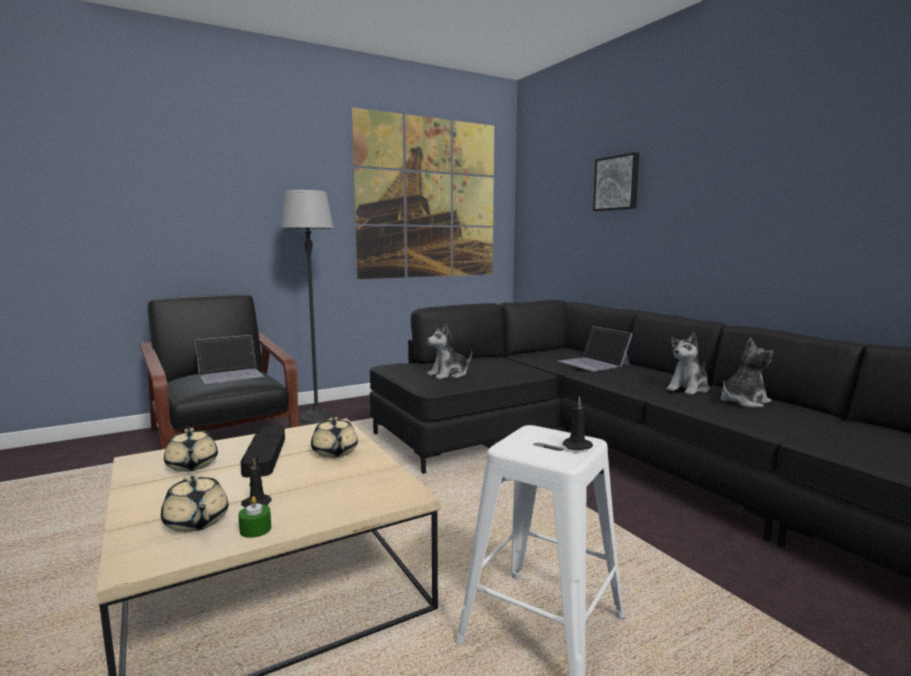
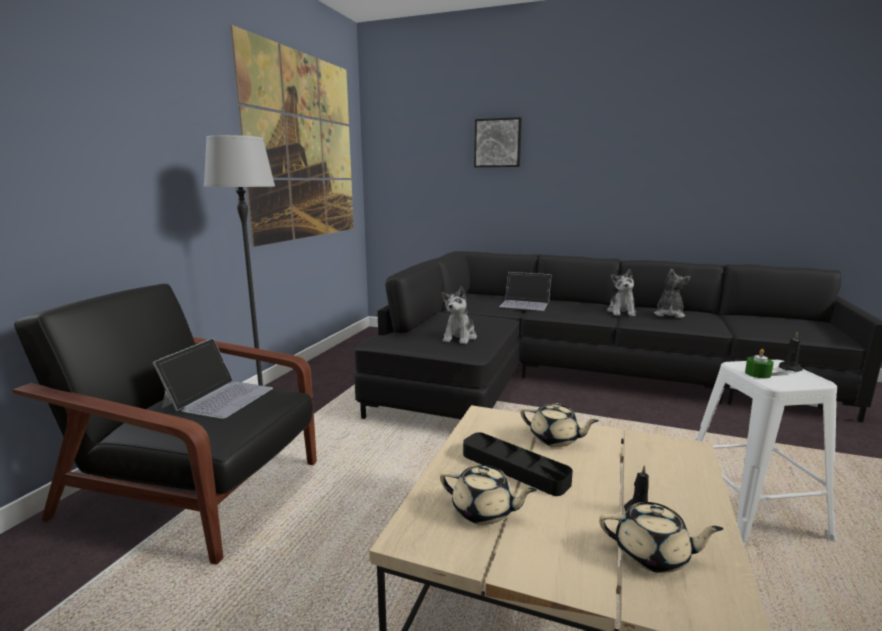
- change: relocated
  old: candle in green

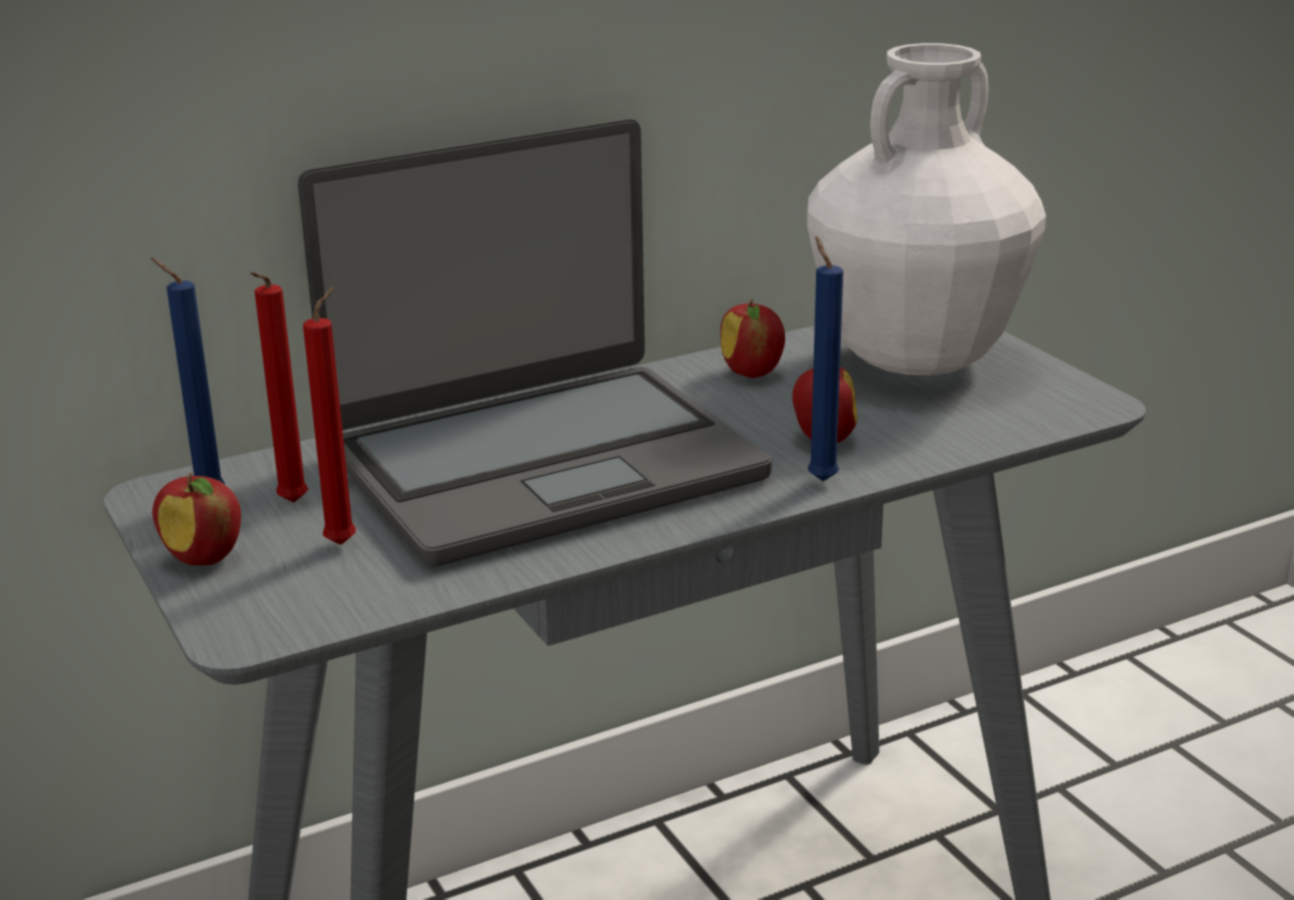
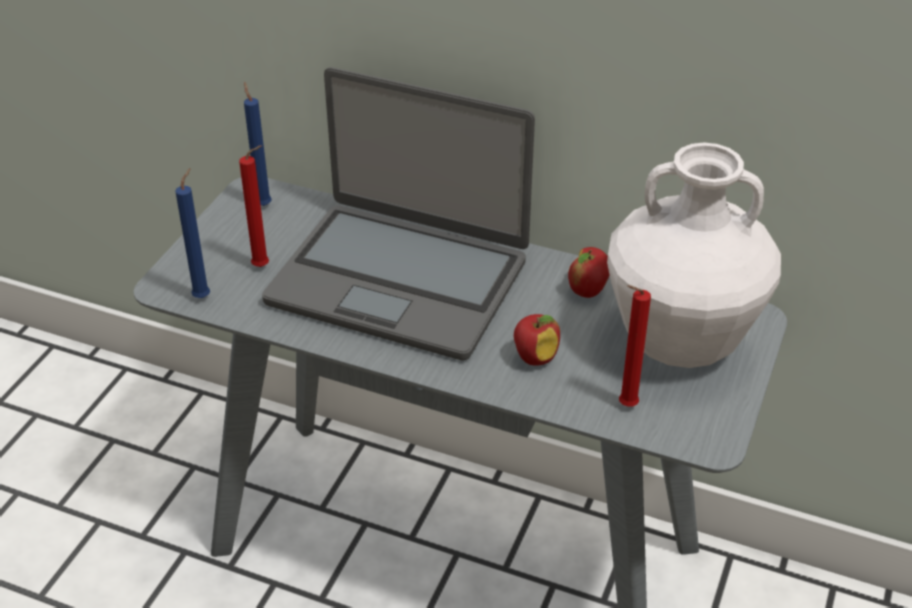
- change: relocated
  old: candle in blue (no. 2 from left in the first image)
  new: candle in blue (no. 1 from left)
- change: relocated
  old: candle in red (no. 1 from left in the first image)
  new: candle in red (no. 2 from left)
- change: missing
  old: apple (no. 1 from left)

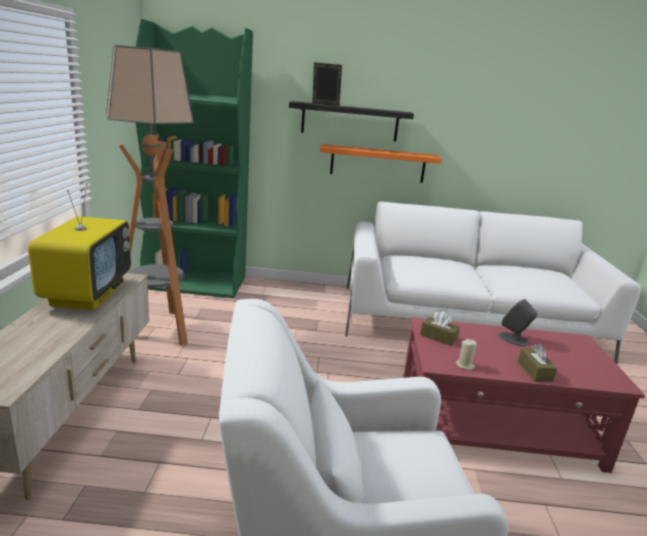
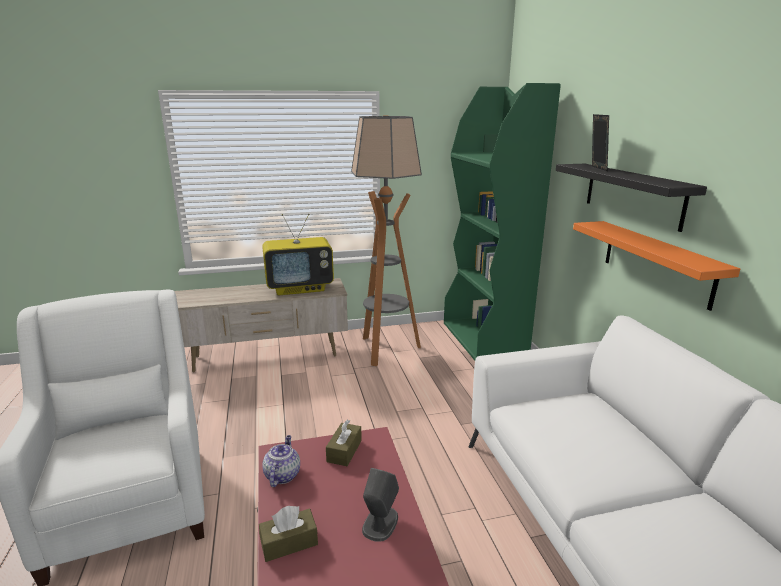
- change: exchanged
  old: candle in beige
  new: teapot

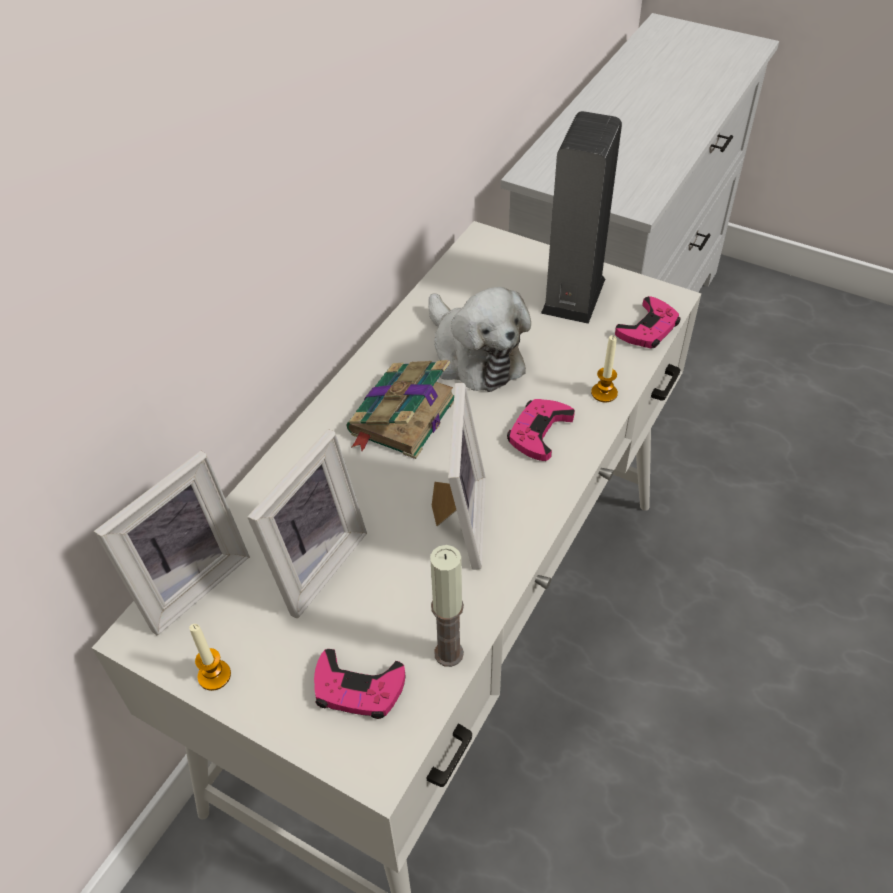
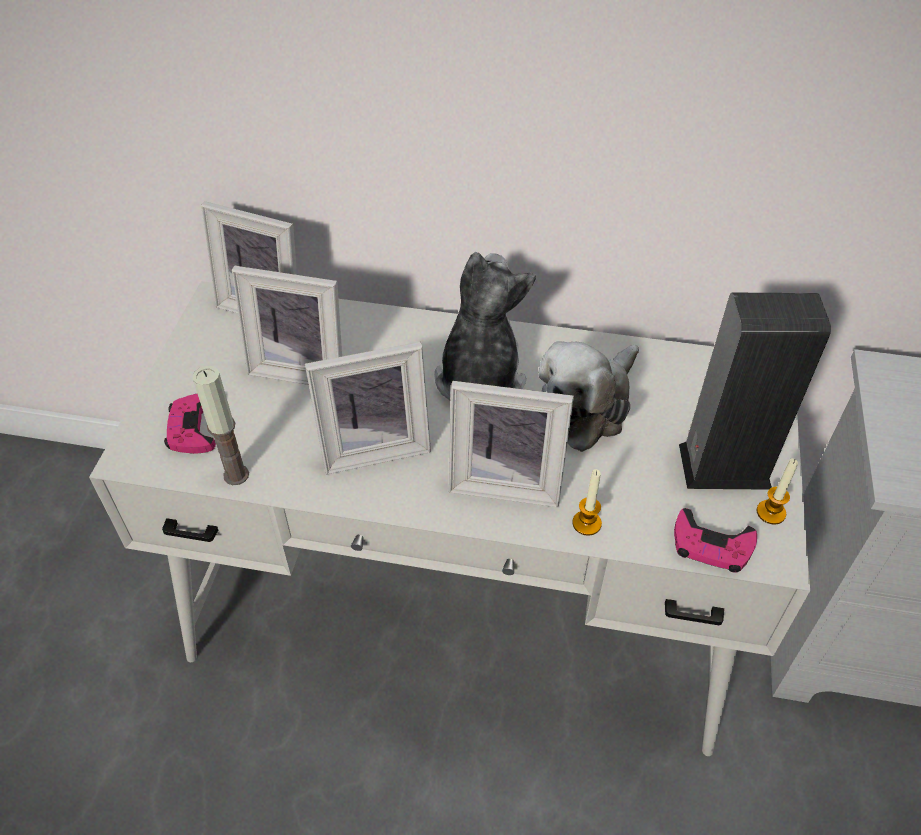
- change: exchanged
  old: book
  new: plush toy (no. 1 from left)
- change: exchanged
  old: game controller in pink (no. 2 from left)
  new: picture frame (no. 4 from left)
- change: relocated
  old: candle (no. 1 from left in the first image)
  new: candle (no. 3 from left)

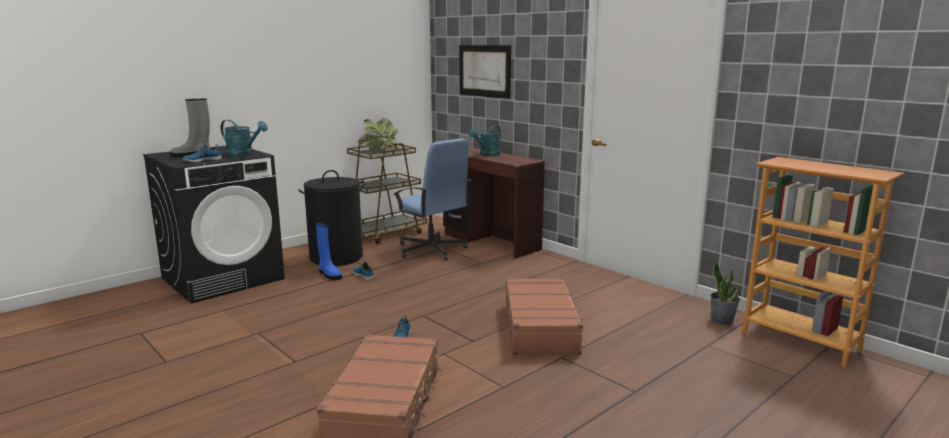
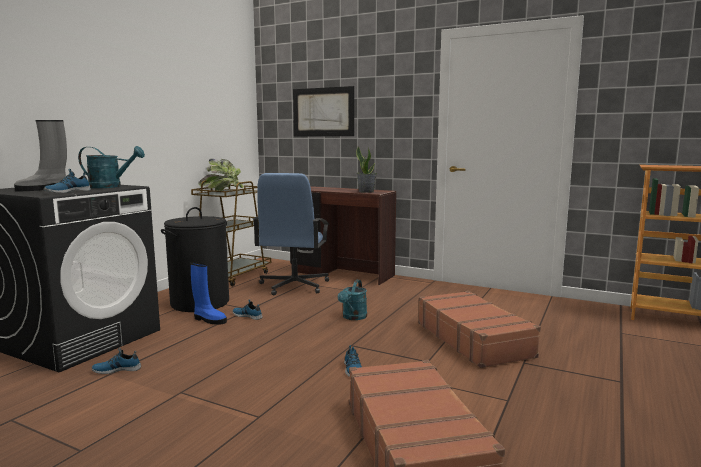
- change: appeared
  new: shoe (no. 2 from left)
- change: spun
  old: office chair in blue
  degrees: 75
- change: relocated
  old: watering can in turquoise (no. 2 from left)
- change: relocated
  old: potted plant (no. 2 from left)

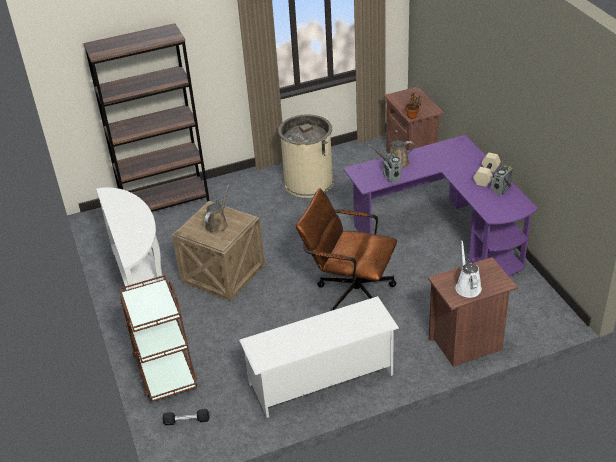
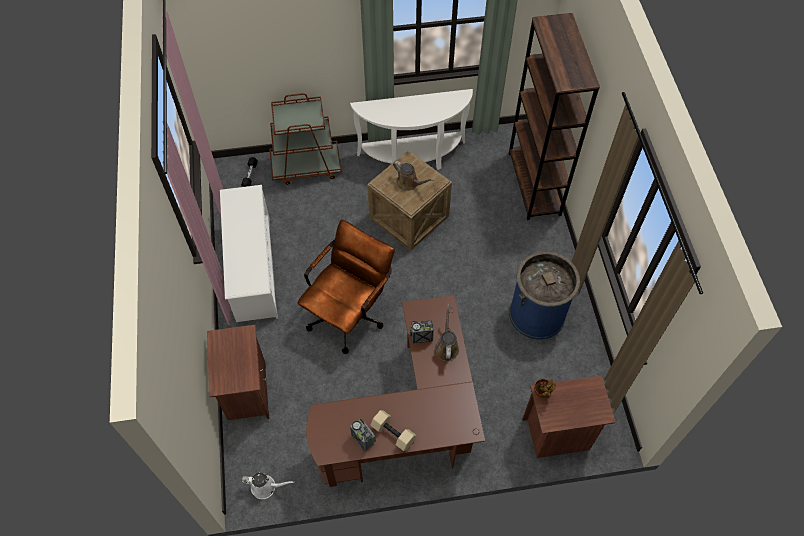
- change: relocated
  old: watering can in white
- change: colour
  old: desk in purple
  new: desk in brown
- change: colour
  old: trash can in beige
  new: trash can in blue

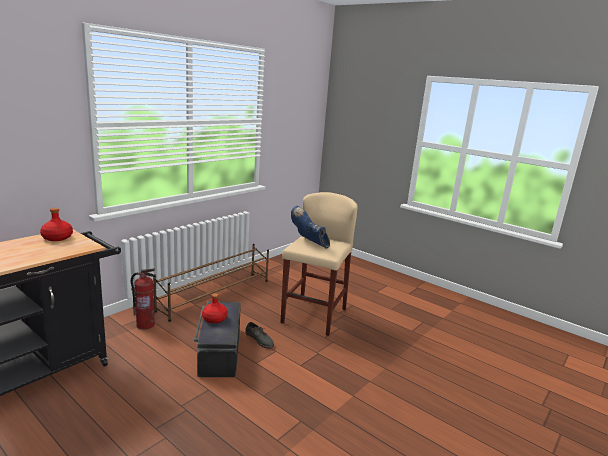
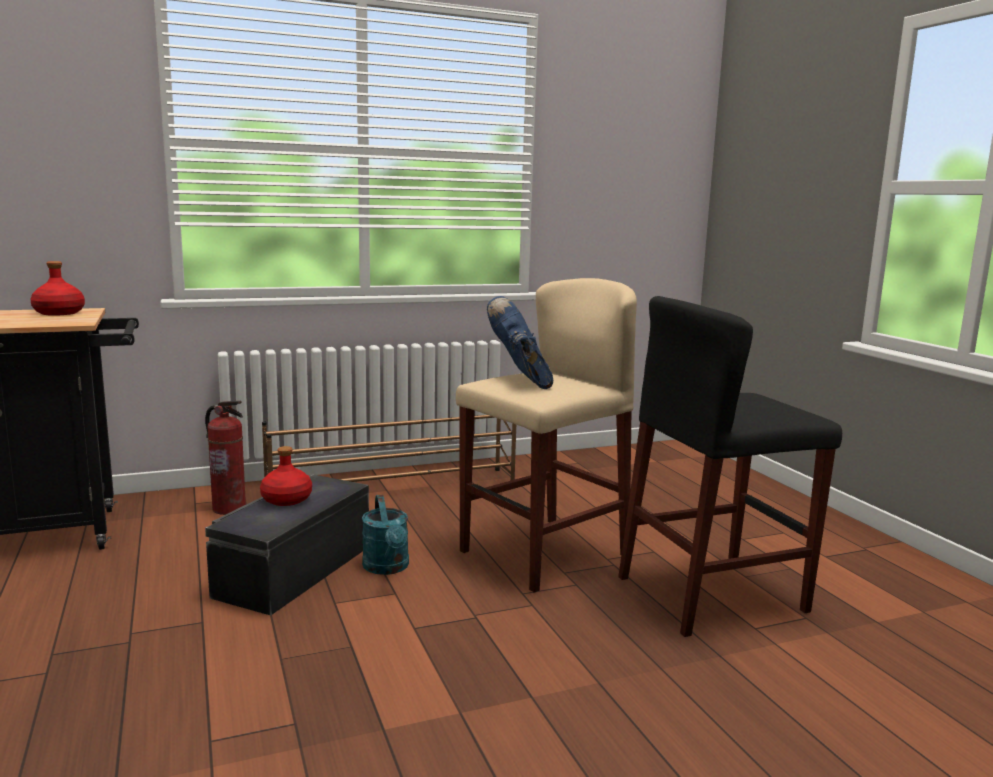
- change: exchanged
  old: shoe in grey
  new: watering can in turquoise
- change: appeared
  new: stool in black

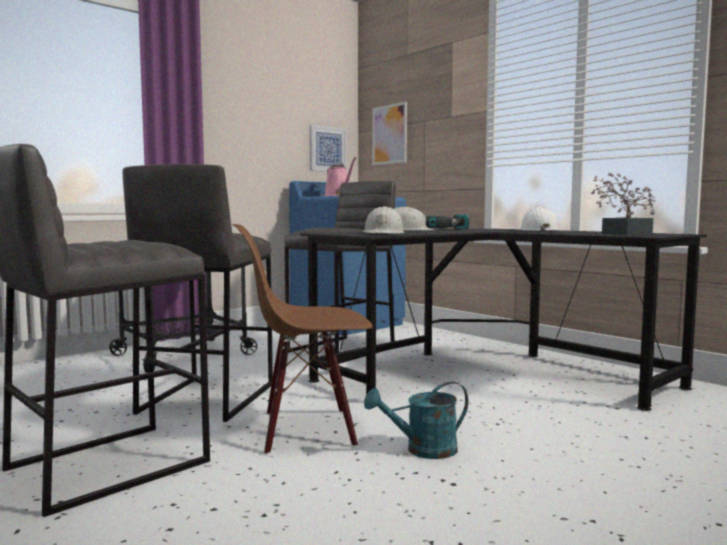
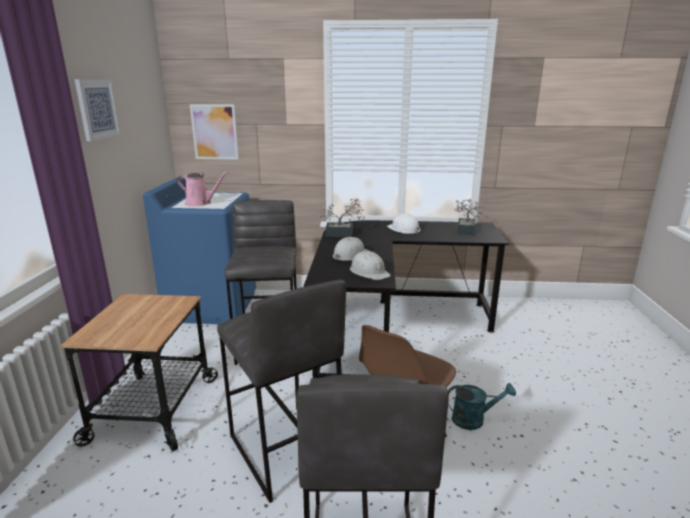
- change: relocated
  old: picture (no. 1 from left)
- change: exchanged
  old: power drill
  new: potted plant (no. 1 from left)
- change: spun
  old: watering can in turquoise
  degrees: -120

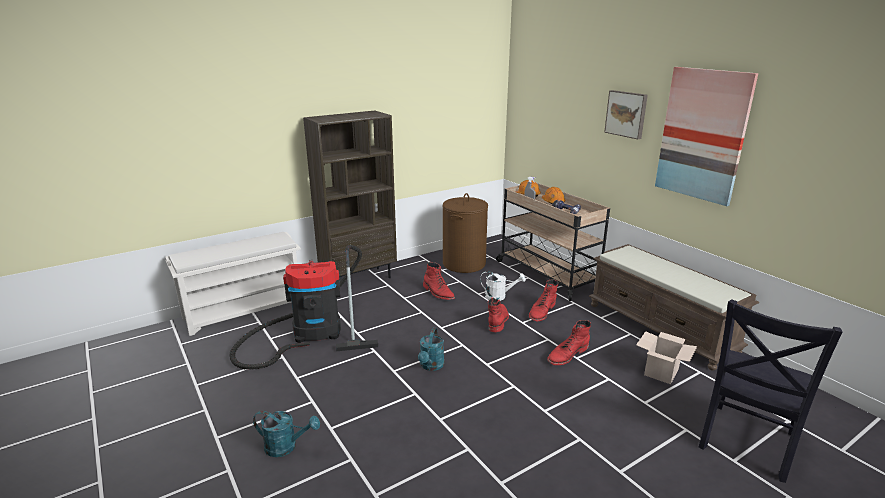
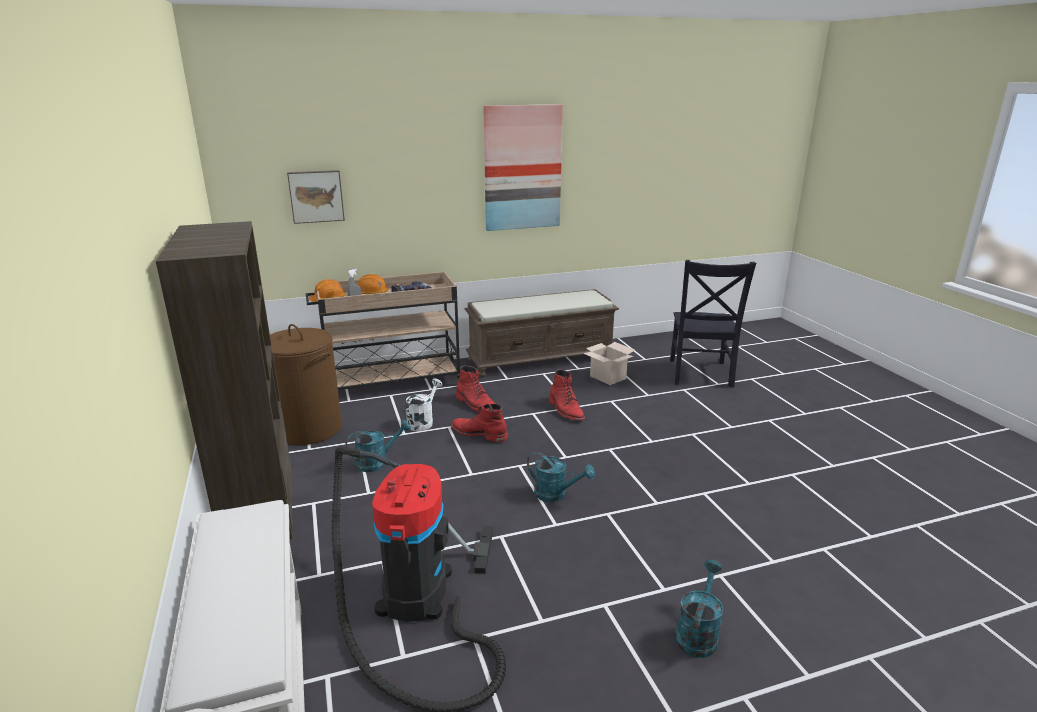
- change: relocated
  old: picture (no. 1 from left)
- change: exchanged
  old: boot in red (no. 1 from left)
  new: watering can in turquoise (no. 1 from left)
- change: spun
  old: chair in black
  degrees: 45

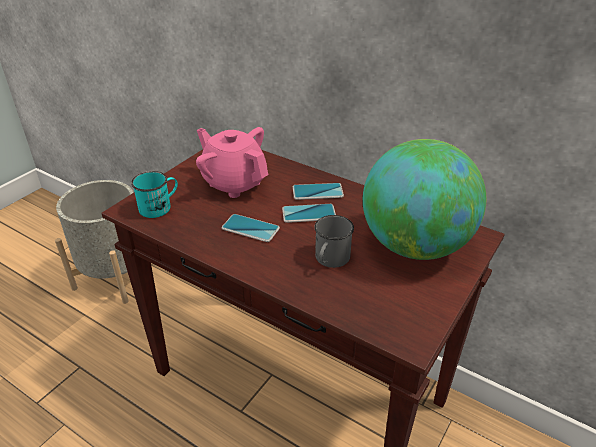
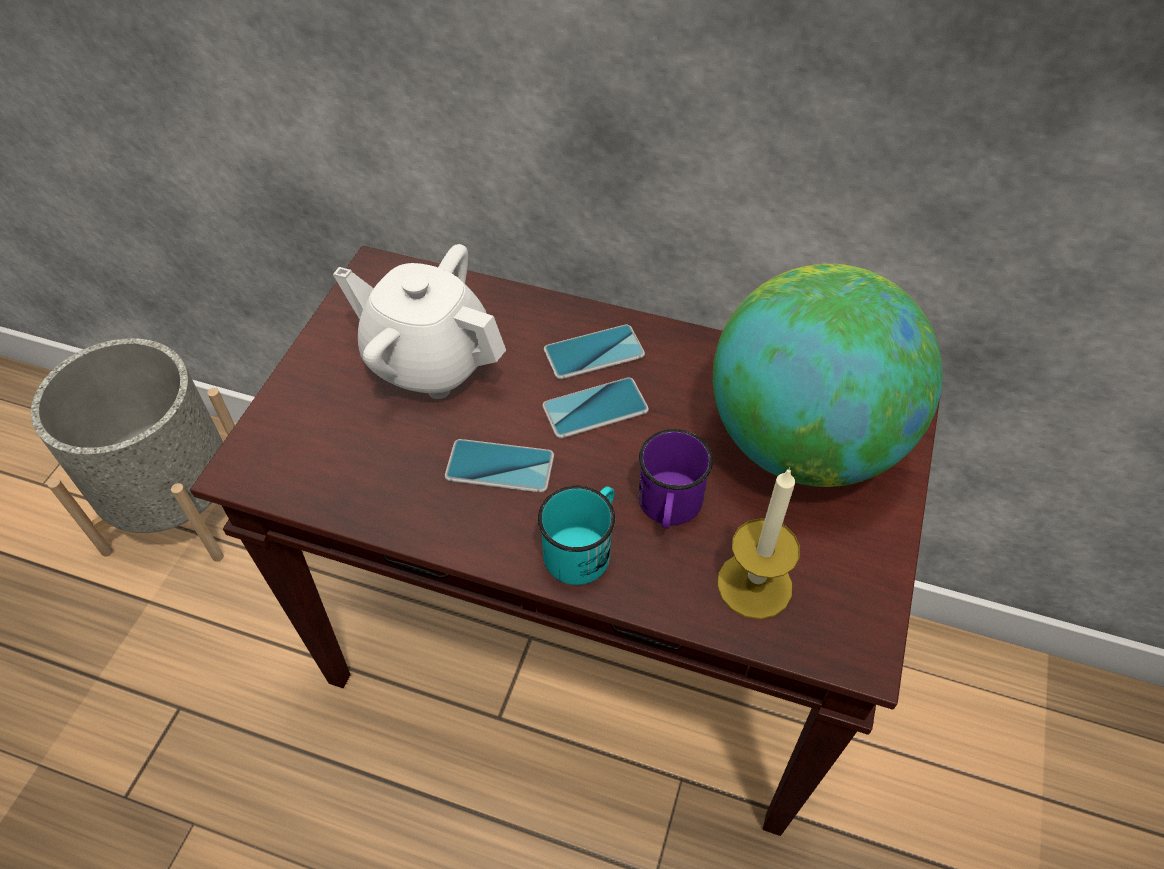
- change: colour
  old: teapot in pink
  new: teapot in white
- change: relocated
  old: mug in turquoise
- change: colour
  old: mug in grey
  new: mug in purple
- change: appeared
  new: candle

